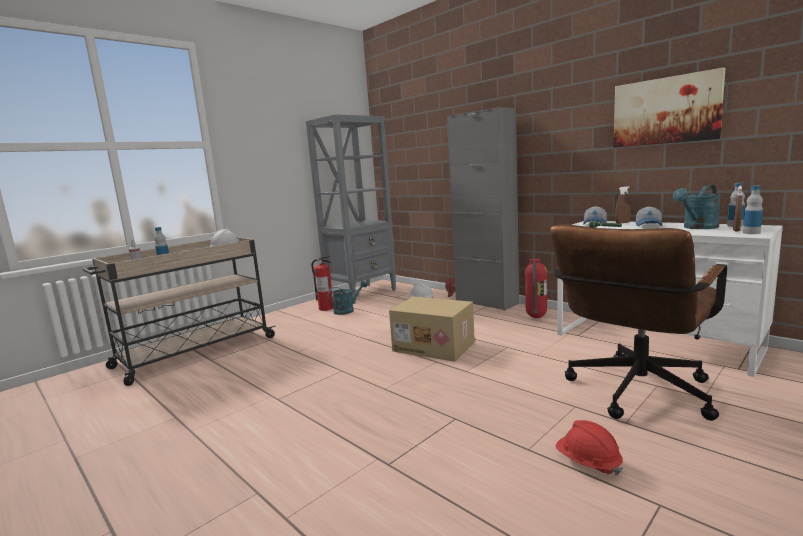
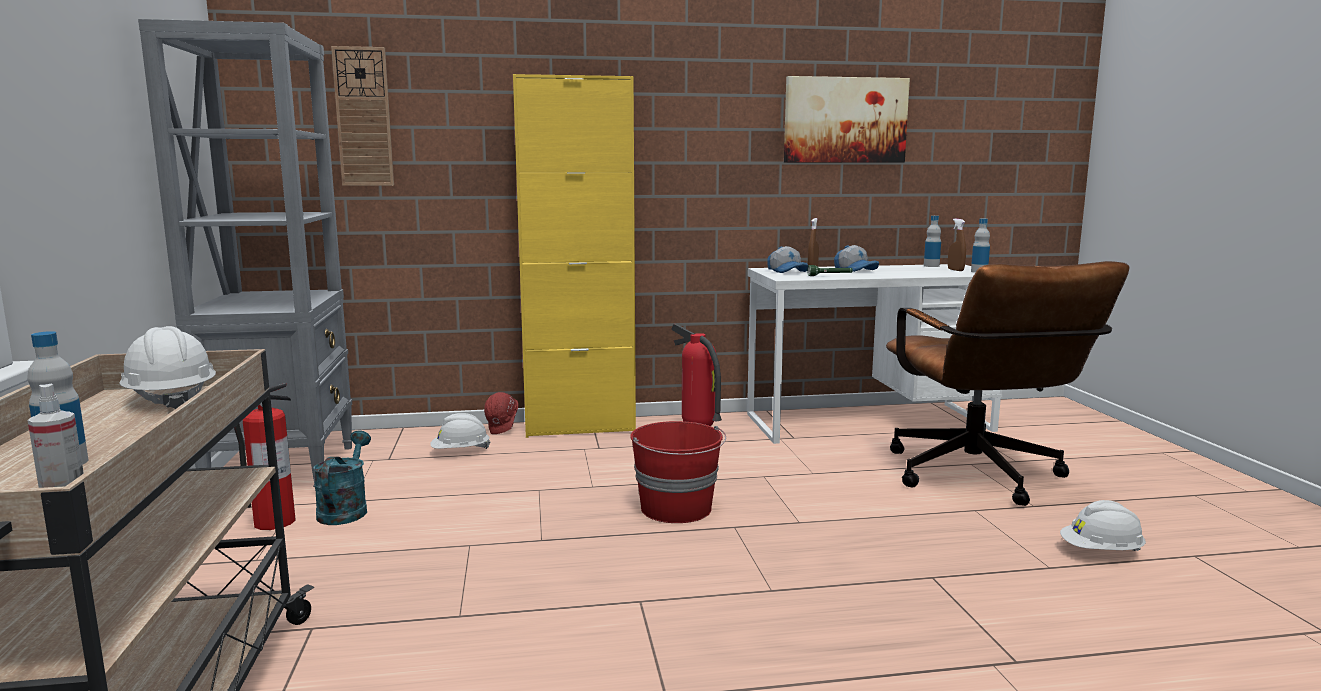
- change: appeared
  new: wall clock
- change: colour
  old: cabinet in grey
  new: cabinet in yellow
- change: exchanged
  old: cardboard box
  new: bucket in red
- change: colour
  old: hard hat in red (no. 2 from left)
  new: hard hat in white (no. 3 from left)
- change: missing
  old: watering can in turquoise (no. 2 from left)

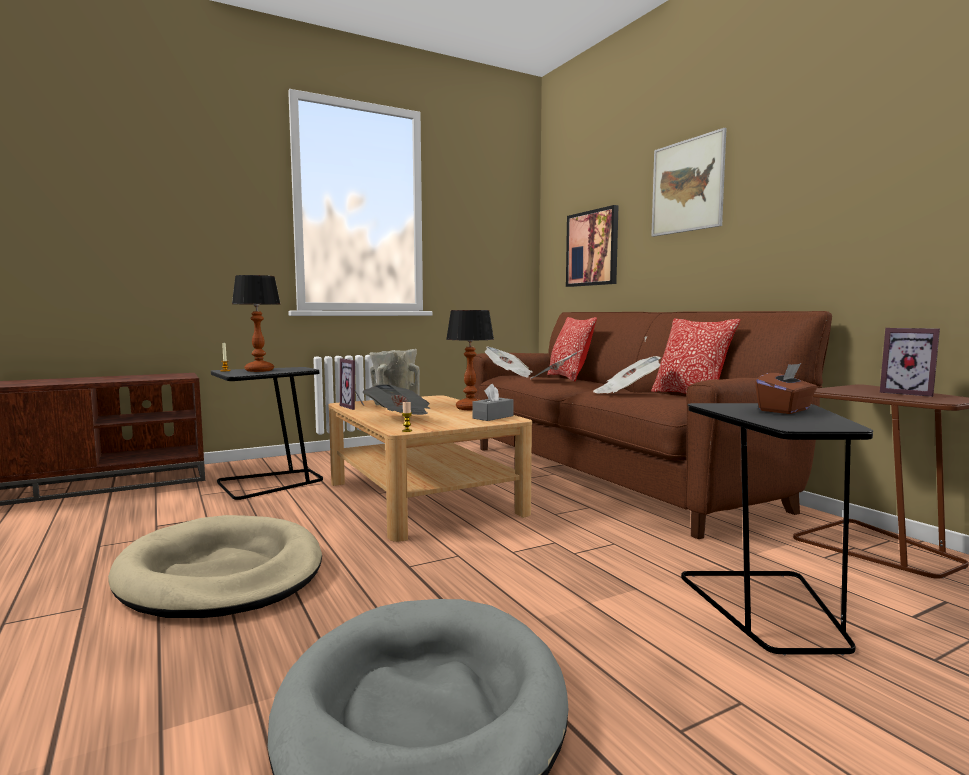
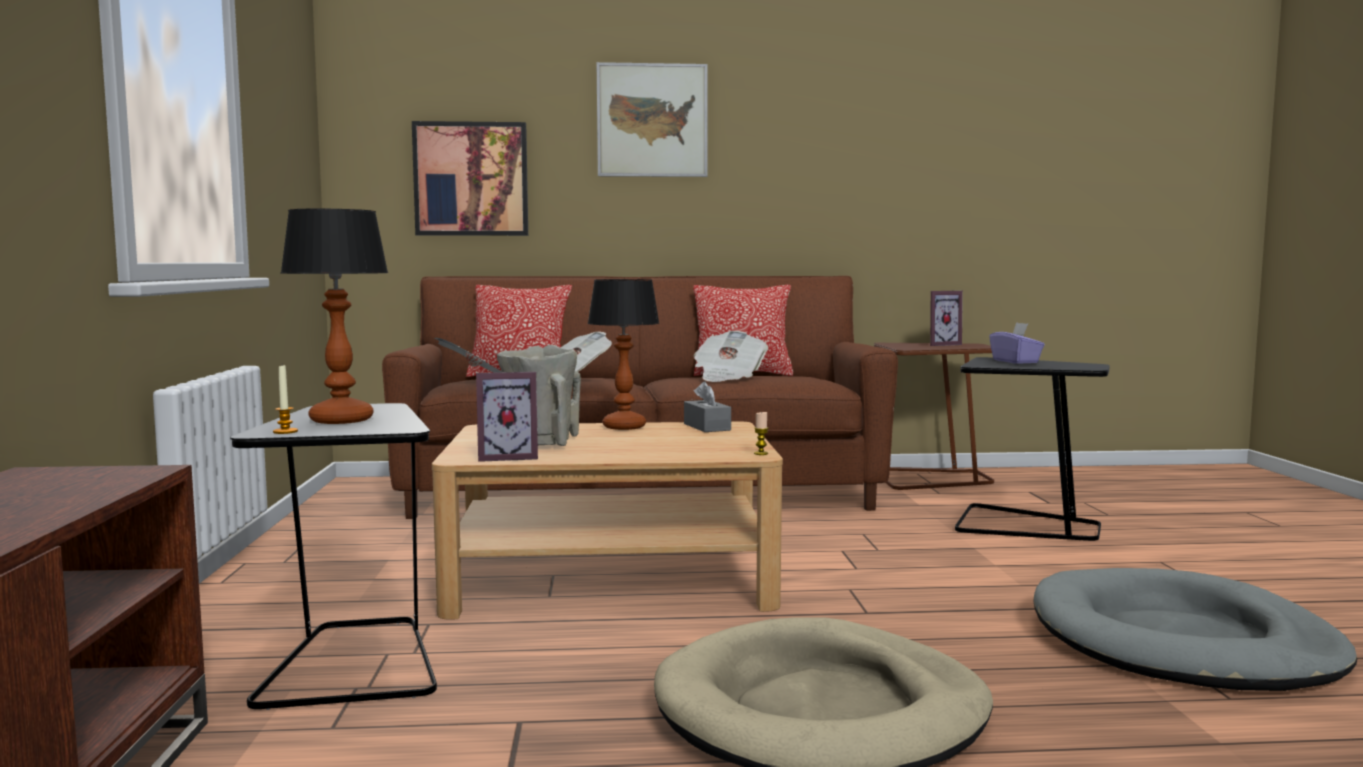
- change: colour
  old: tissue box in brown
  new: tissue box in purple
- change: missing
  old: newspaper (no. 1 from left)

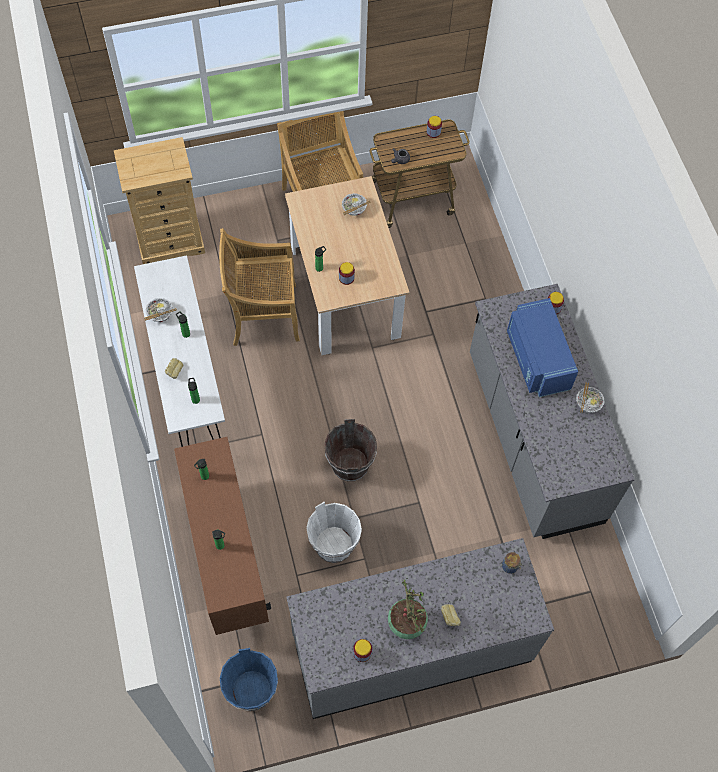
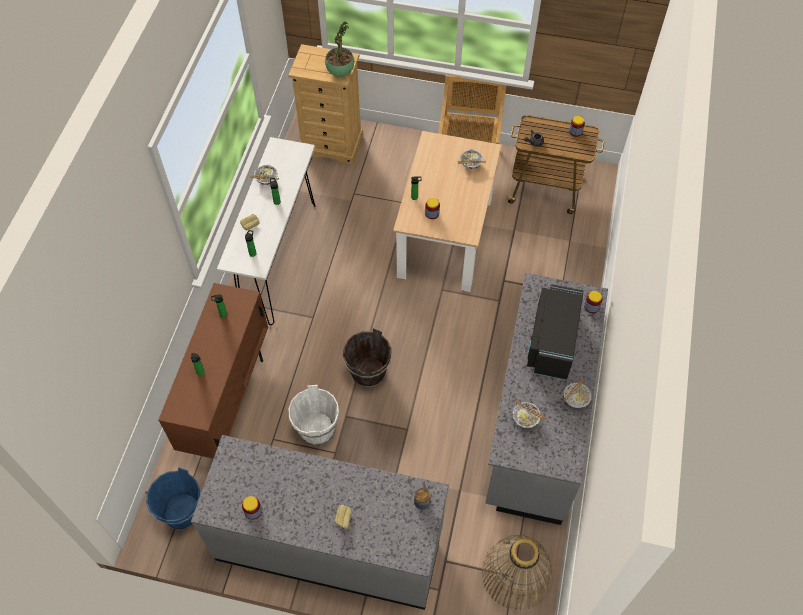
- change: relocated
  old: potted plant
- change: appeared
  new: basket
- change: appeared
  new: bowl (no. 3 from left)
- change: colour
  old: microwave in blue
  new: microwave in black
- change: missing
  old: chair in beige (no. 1 from left)

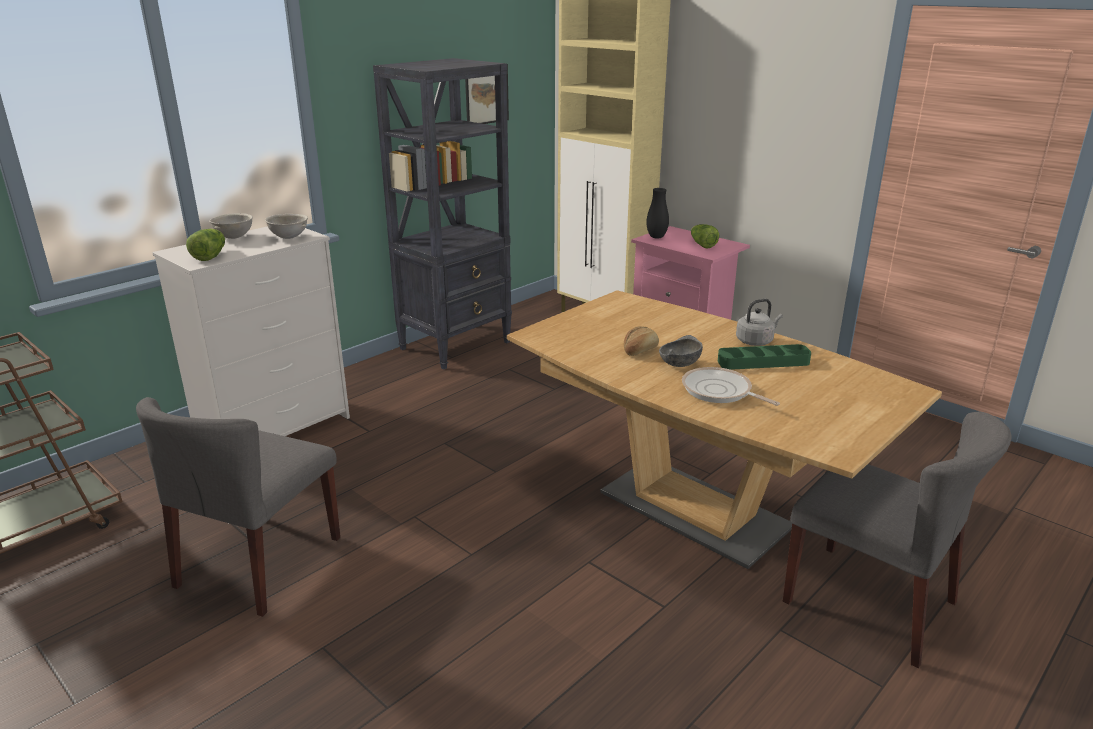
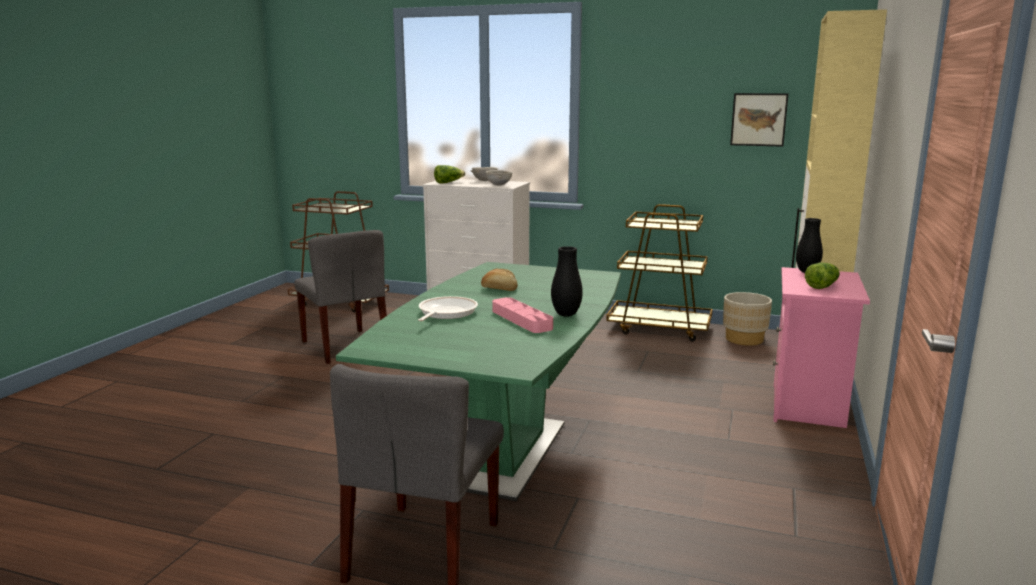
- change: spun
  old: chair in grey (no. 1 from left)
  degrees: -120
- change: colour
  old: dining table in brown
  new: dining table in green
- change: colour
  old: tray in green
  new: tray in pink
- change: exchanged
  old: kettle in grey
  new: vase in black (no. 1 from left)
- change: exchanged
  old: bookcase in black
  new: cart in brown (no. 2 from left)
- change: appeared
  new: planter in beige
- change: missing
  old: bowl in grey (no. 3 from left)

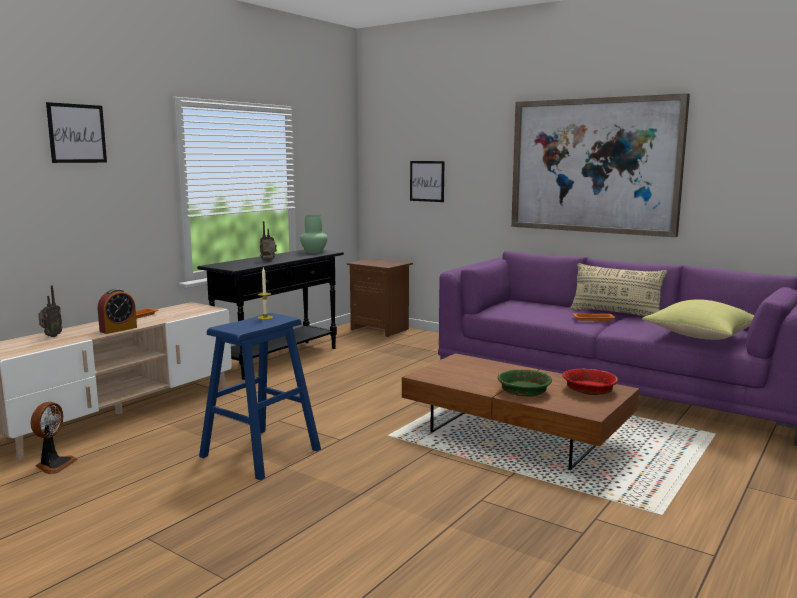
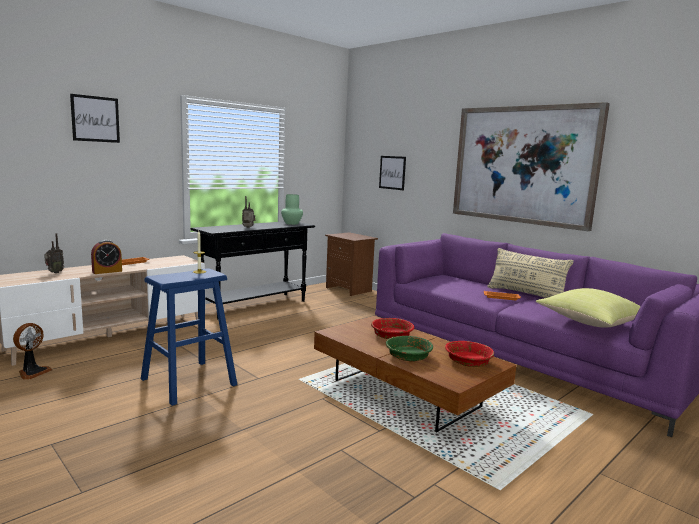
- change: appeared
  new: bowl in red (no. 1 from left)

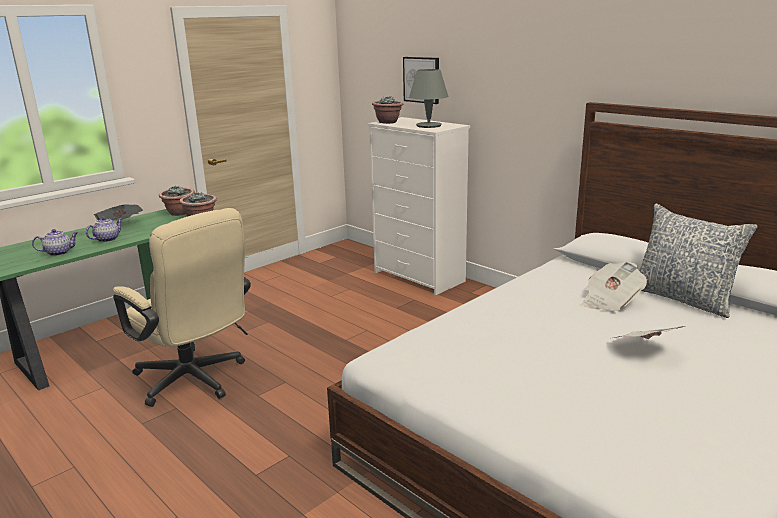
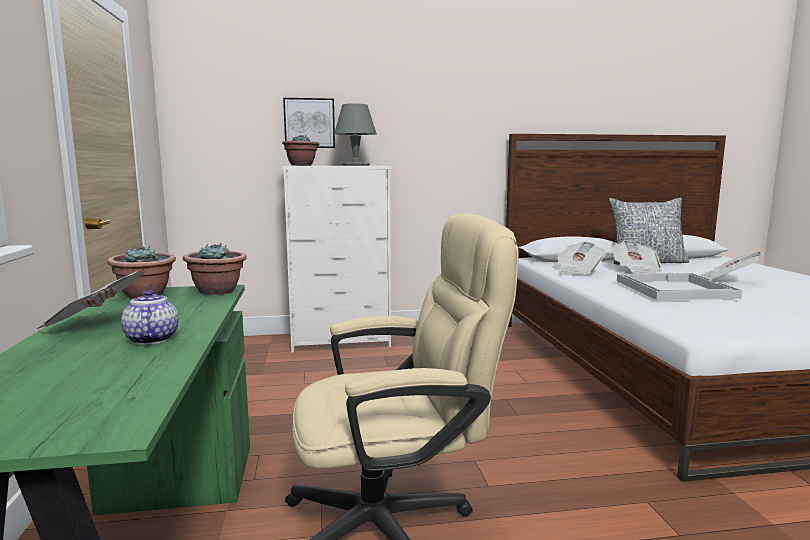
- change: appeared
  new: newspaper (no. 2 from left)
- change: appeared
  new: tray in white
- change: missing
  old: teapot (no. 1 from left)

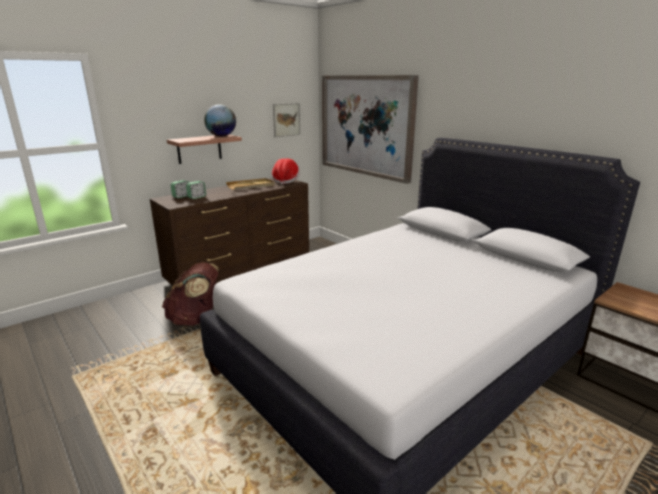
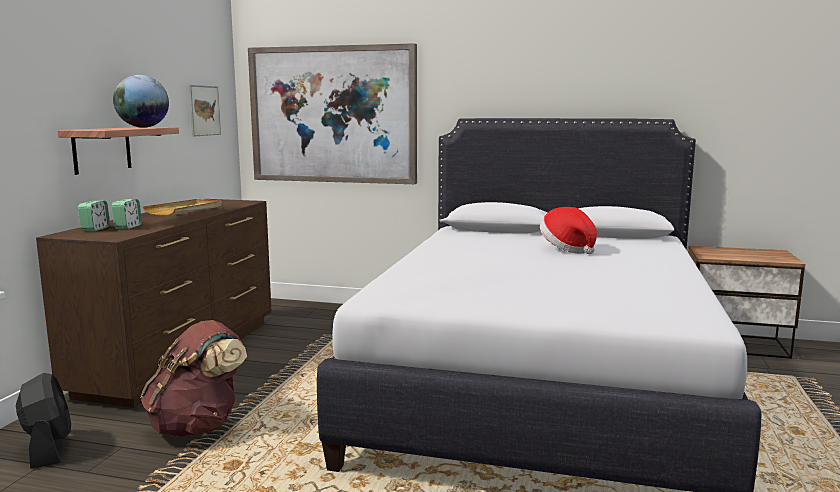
- change: appeared
  new: fan in black
- change: relocated
  old: hat

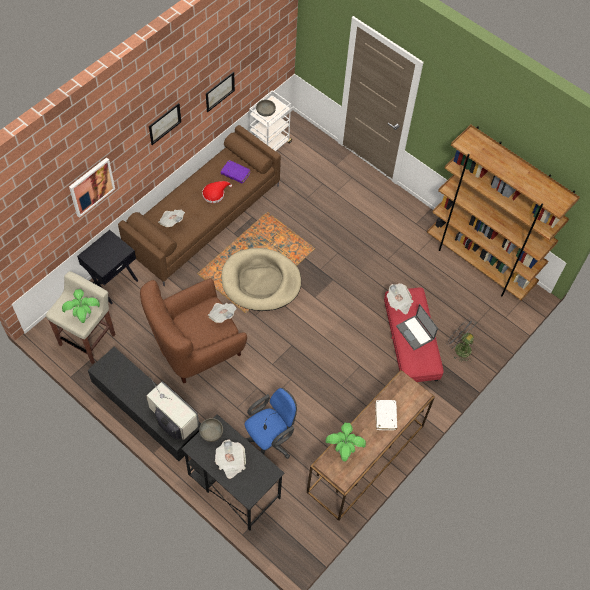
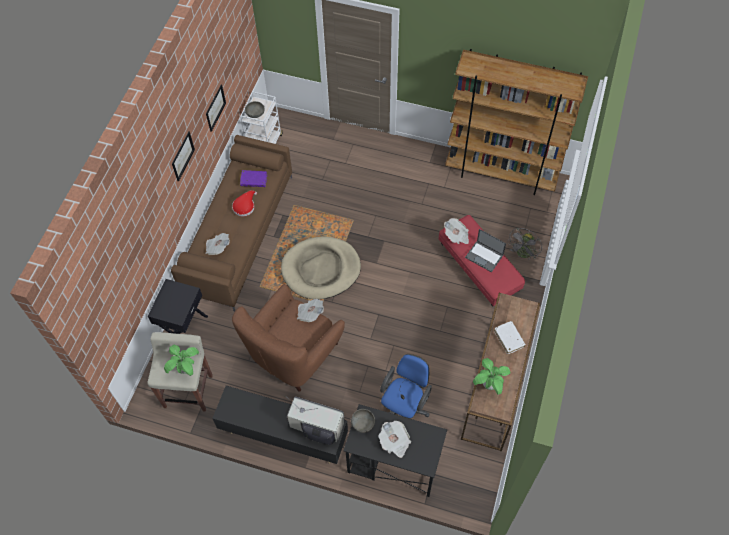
- change: spun
  old: fan in grey
  degrees: -75
- change: missing
  old: picture (no. 1 from left)

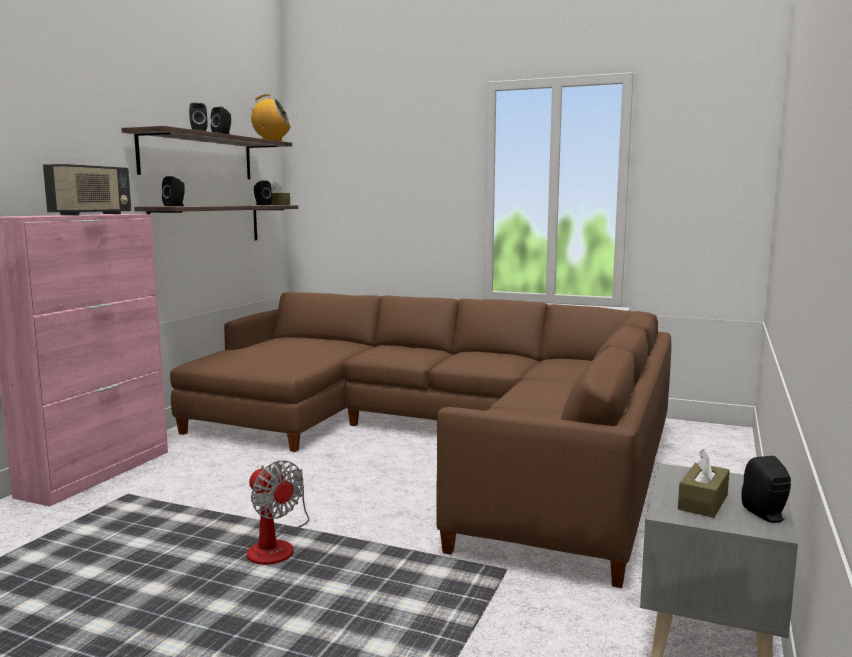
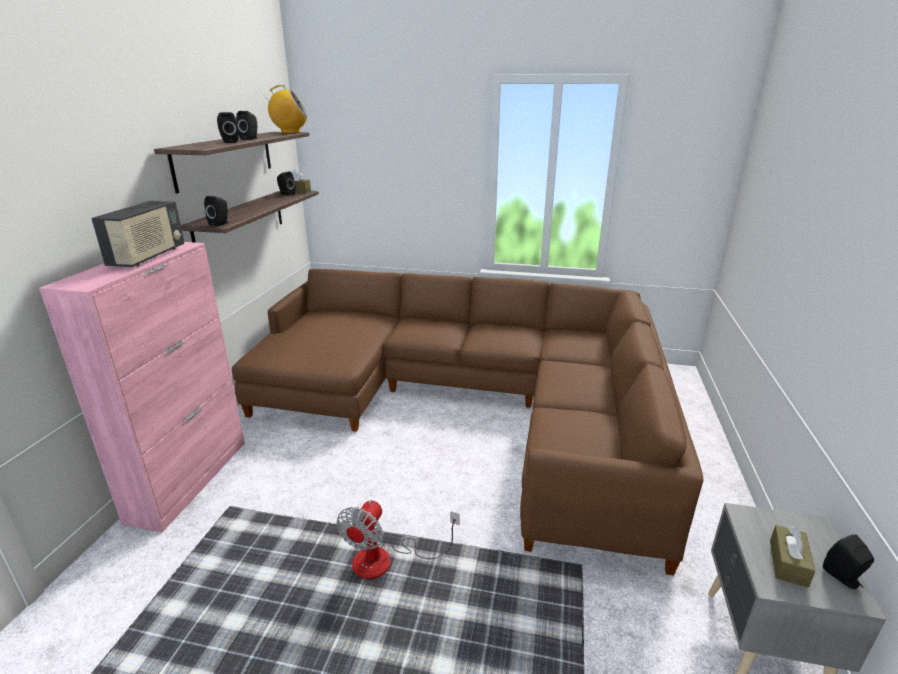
- change: spun
  old: fan
  degrees: 75

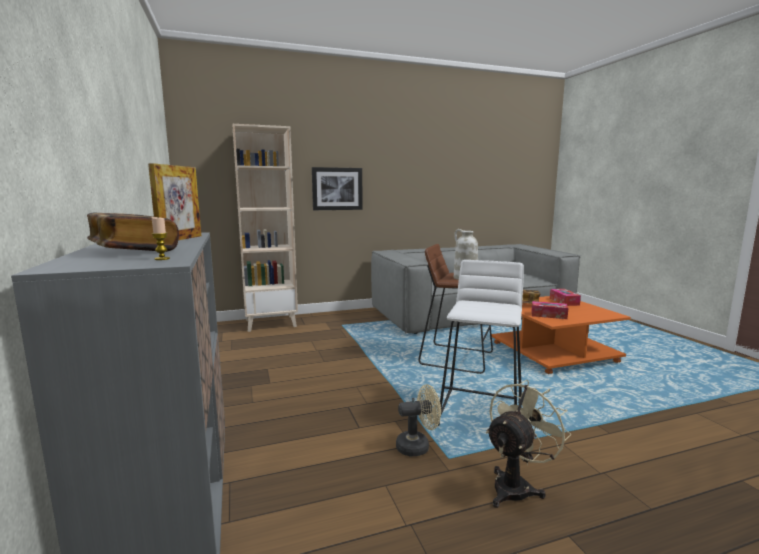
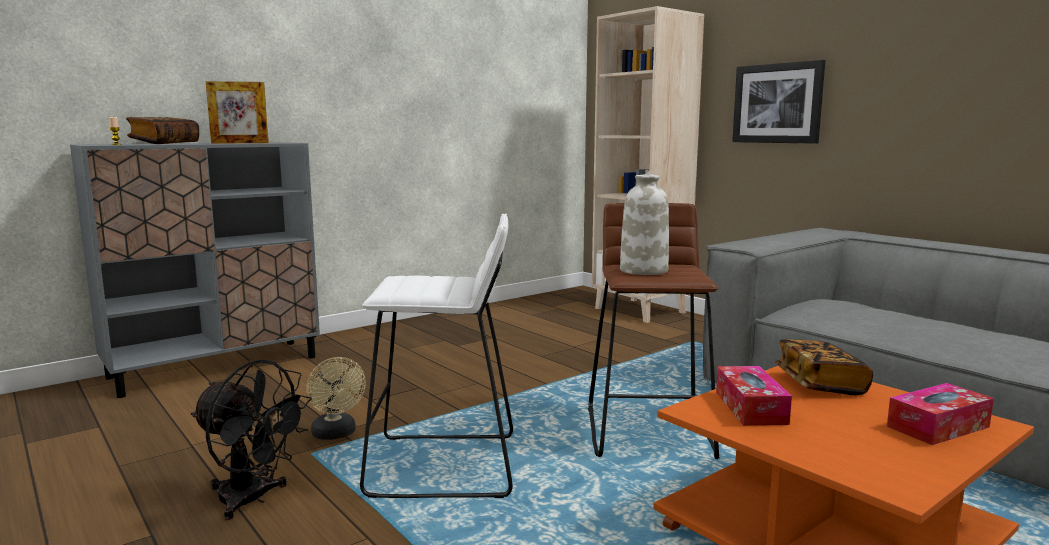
- change: colour
  old: fan in beige (no. 2 from left)
  new: fan in black

